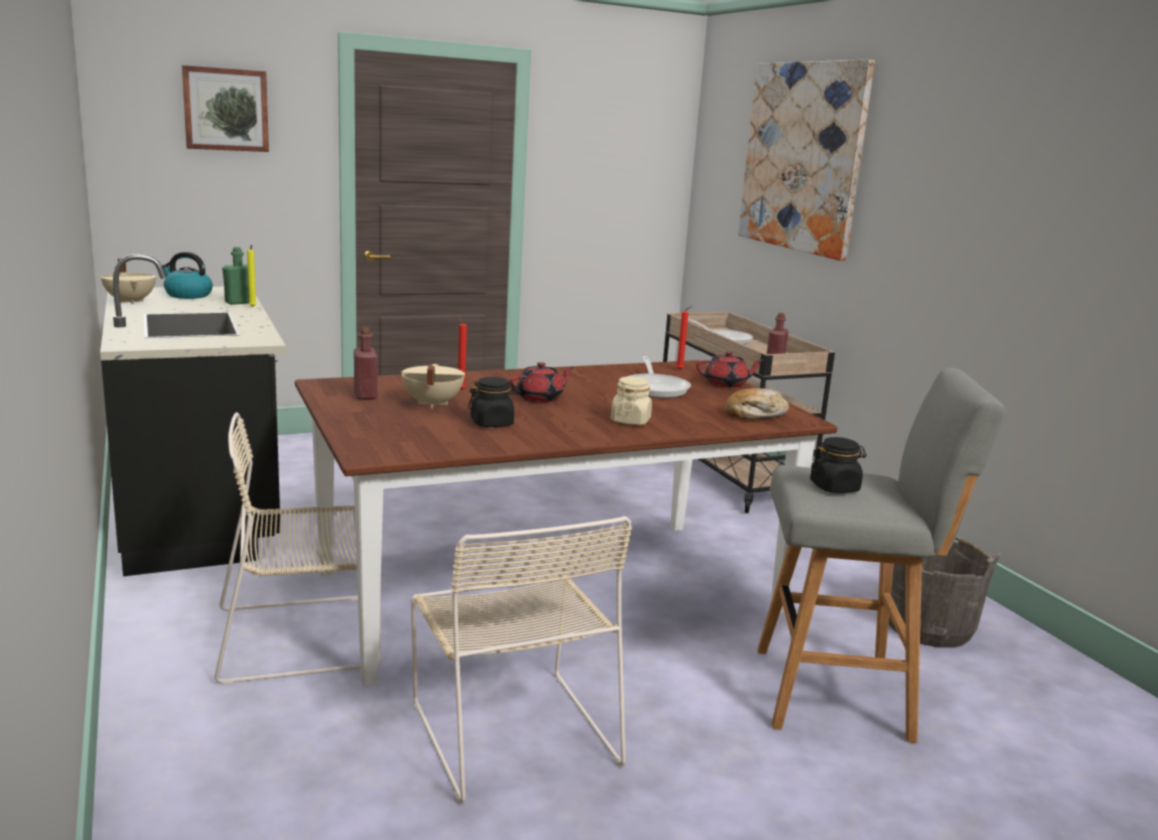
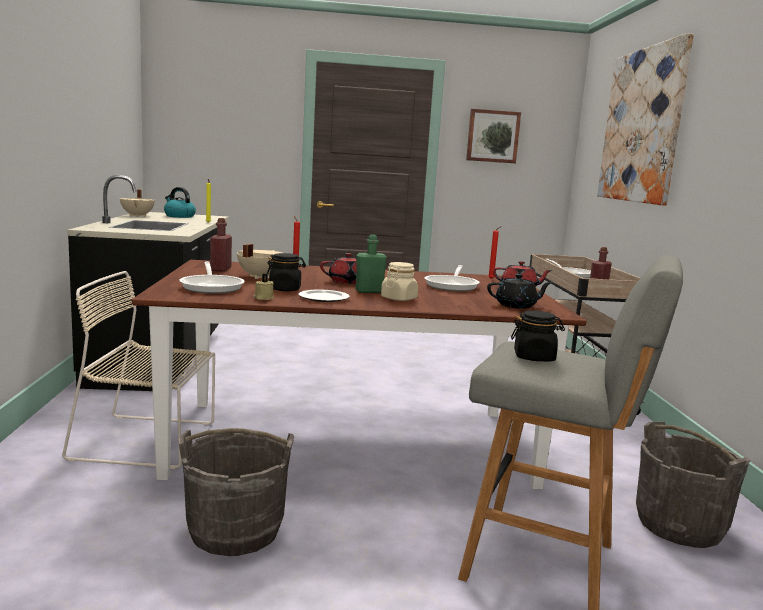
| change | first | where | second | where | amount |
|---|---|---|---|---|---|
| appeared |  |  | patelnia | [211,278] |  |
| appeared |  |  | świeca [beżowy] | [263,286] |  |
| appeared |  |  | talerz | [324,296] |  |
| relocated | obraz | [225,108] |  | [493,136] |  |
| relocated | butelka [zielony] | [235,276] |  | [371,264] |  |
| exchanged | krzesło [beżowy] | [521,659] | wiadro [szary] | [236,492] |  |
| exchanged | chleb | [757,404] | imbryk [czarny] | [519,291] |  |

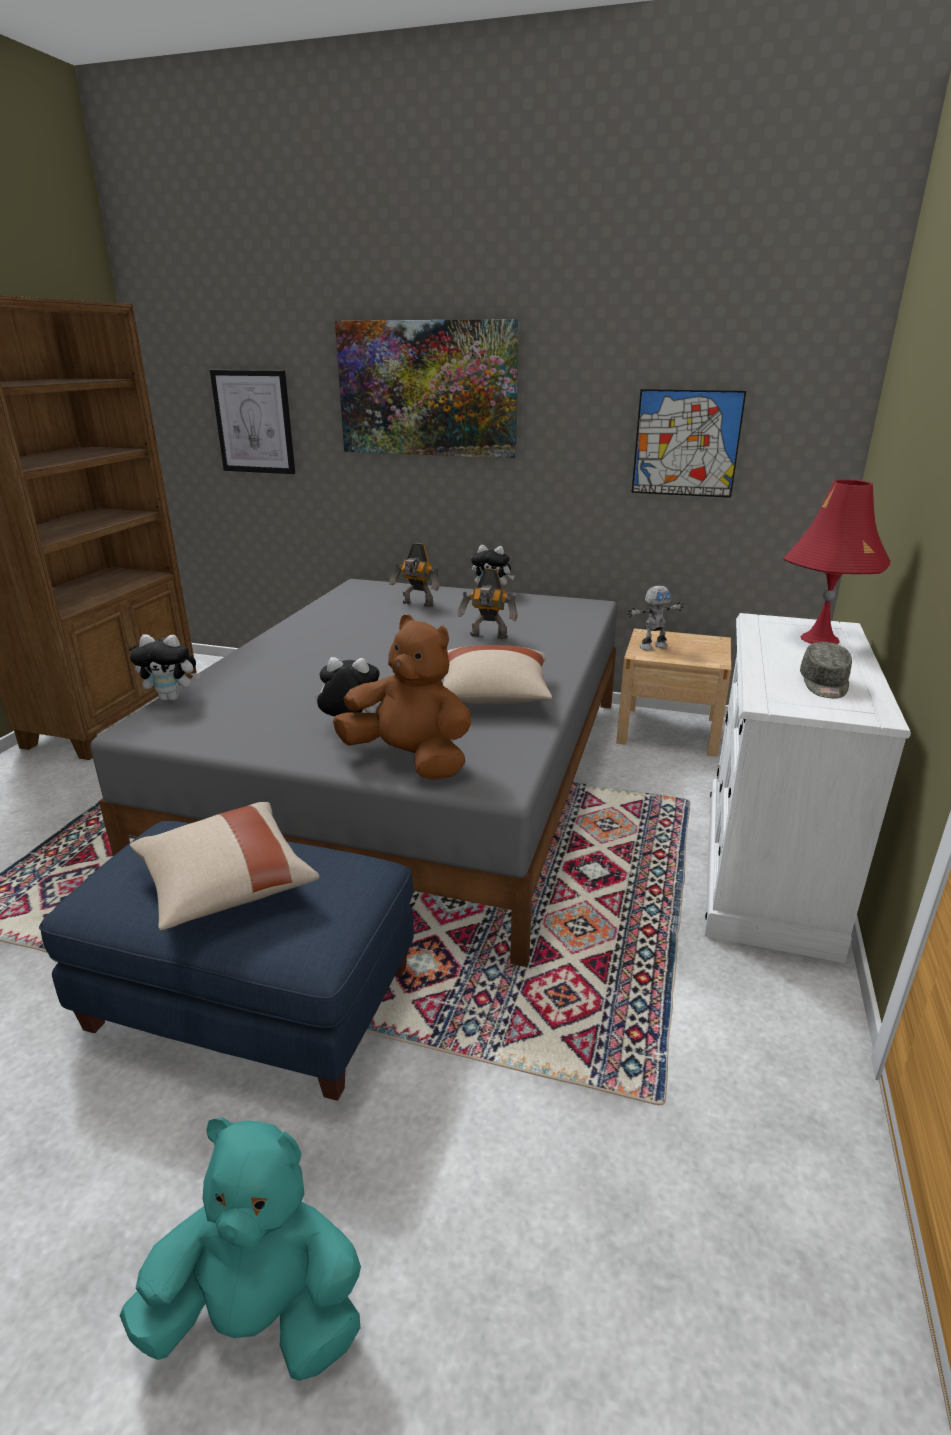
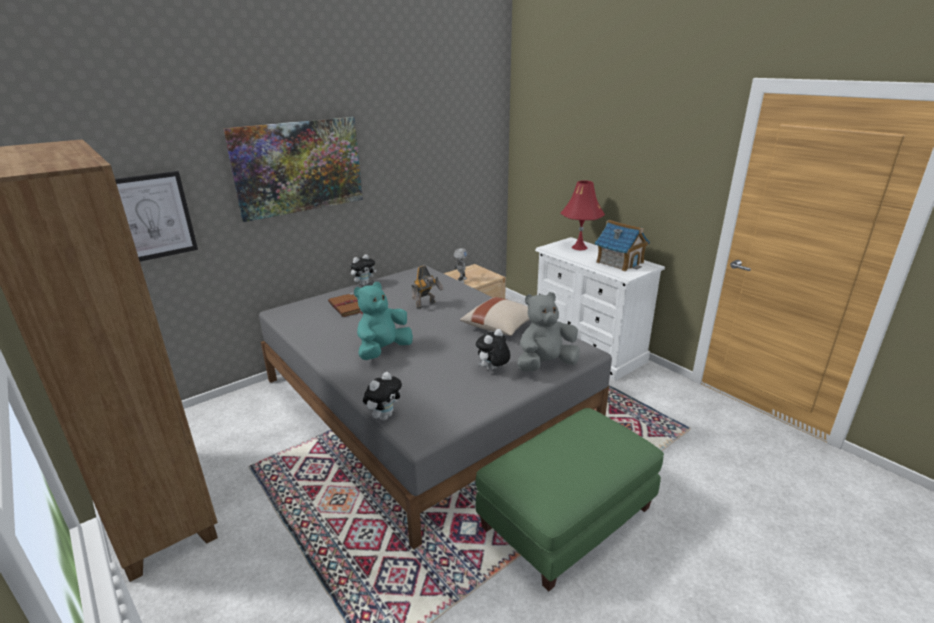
| change | first | where | second | where | amount |
|---|---|---|---|---|---|
| missing | poduszka [beżowy] | [225,866] |  |  |  |
| missing | obraz | [689,443] |  |  |  |
| relocated | pluszak [turkusowy] | [240,1249] |  | [383,321] |  |
| exchanged | robot zabawkowy | [414,575] | książka [brązowy] | [345,305] |  |
| exchanged | czapka z daszkiem [szary] | [826,670] | domek | [622,245] |  |
| colour | pufa [niebieski] | [226,961] | pufa [zielony] | [570,499] |  |
| colour | pluszak [brązowy] | [402,697] | pluszak [szary] | [548,331] |  |

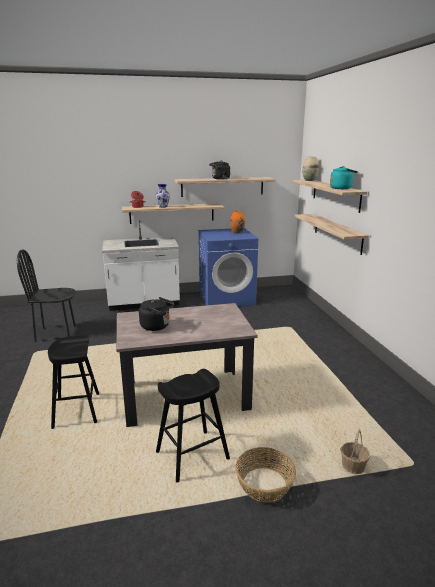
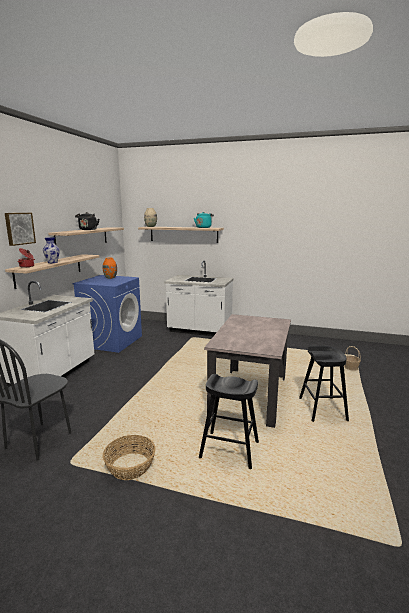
| change | first | where | second | where | amount |
|---|---|---|---|---|---|
| missing | czajnik [czarny] | [156,314] |  |  |  |
| missing | półka | [331,234] |  |  |  |
| appeared |  |  | obraz | [20,229] |  |
| appeared |  |  | zabudowa kuchenna [biały] | [199,298] |  |
| relocated | koszyk | [265,475] |  | [129,457] |  |

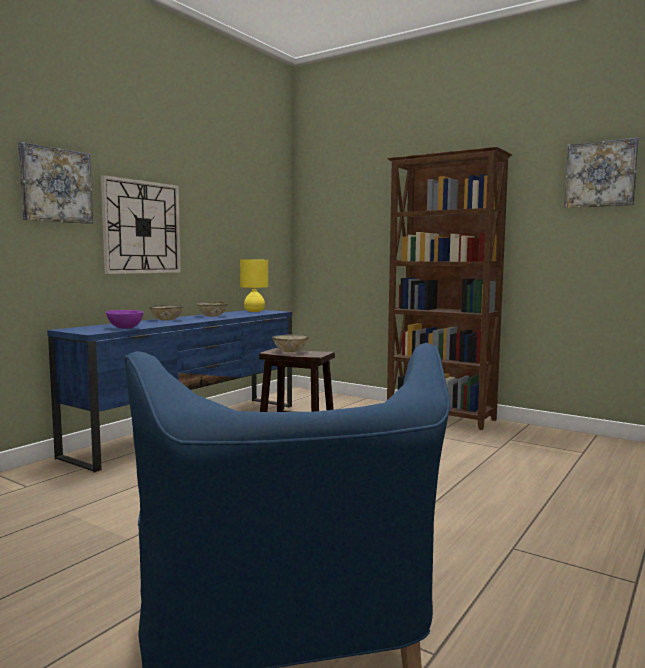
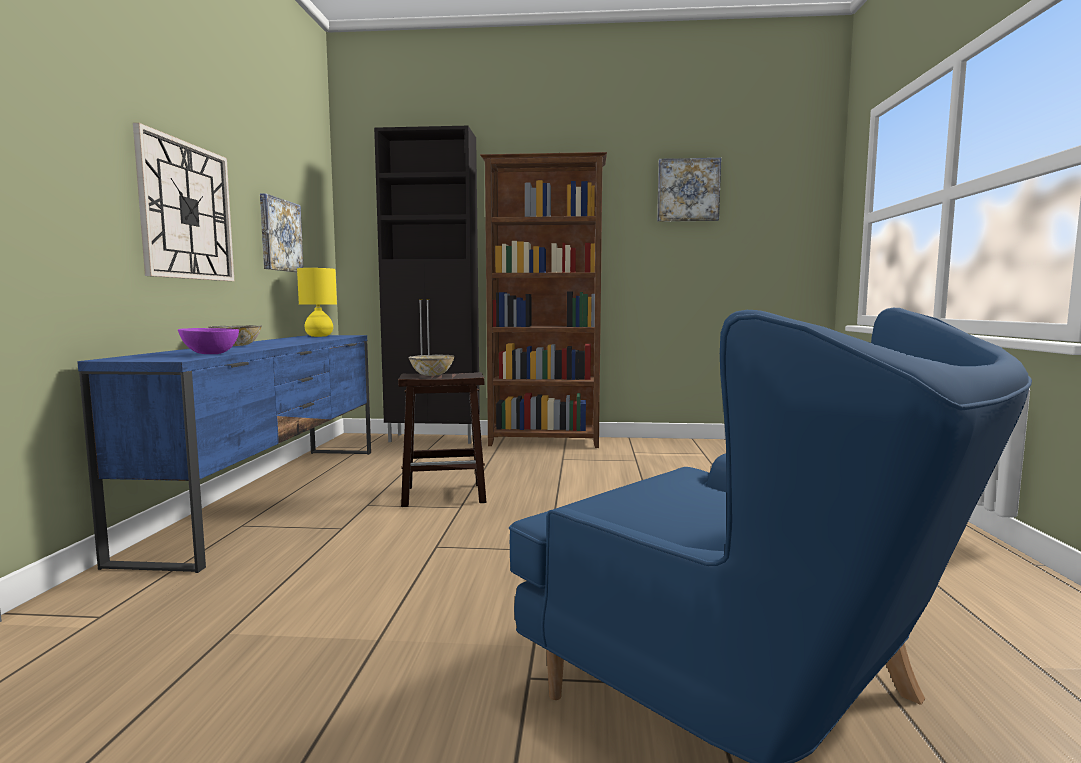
| change | first | where | second | where | amount |
|---|---|---|---|---|---|
| missing | miska | [212,309] |  |  |  |
| appeared |  |  | szafka [czarny] | [427,285] |  |
| relocated | obraz | [55,183] |  | [282,232] |  |

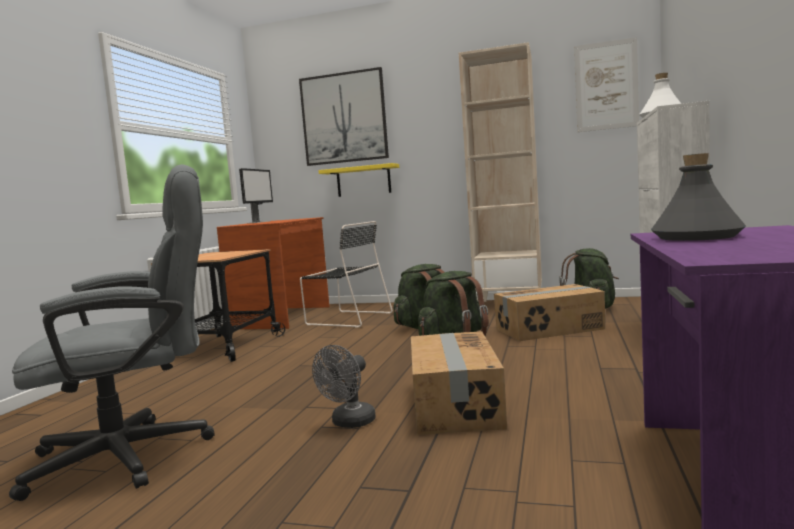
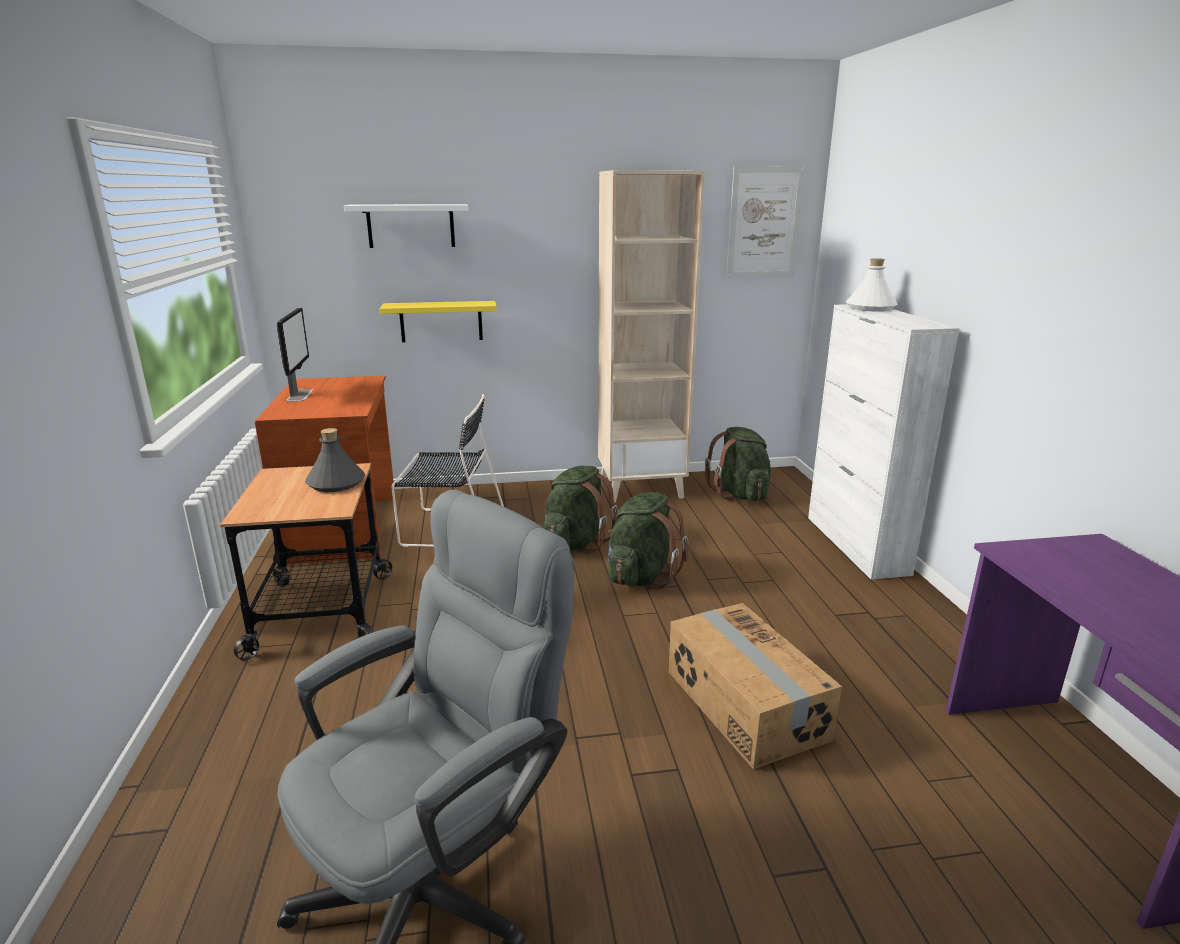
| change | first | where | second | where | amount |
|---|---|---|---|---|---|
| missing | wentylator [szary] | [344,386] |  |  |  |
| missing | karton | [549,312] |  |  |  |
| relocated | butelka [szary] | [698,197] |  | [335,460] |  |
| exchanged | obraz | [344,116] | półka [biały] | [406,226] |  |

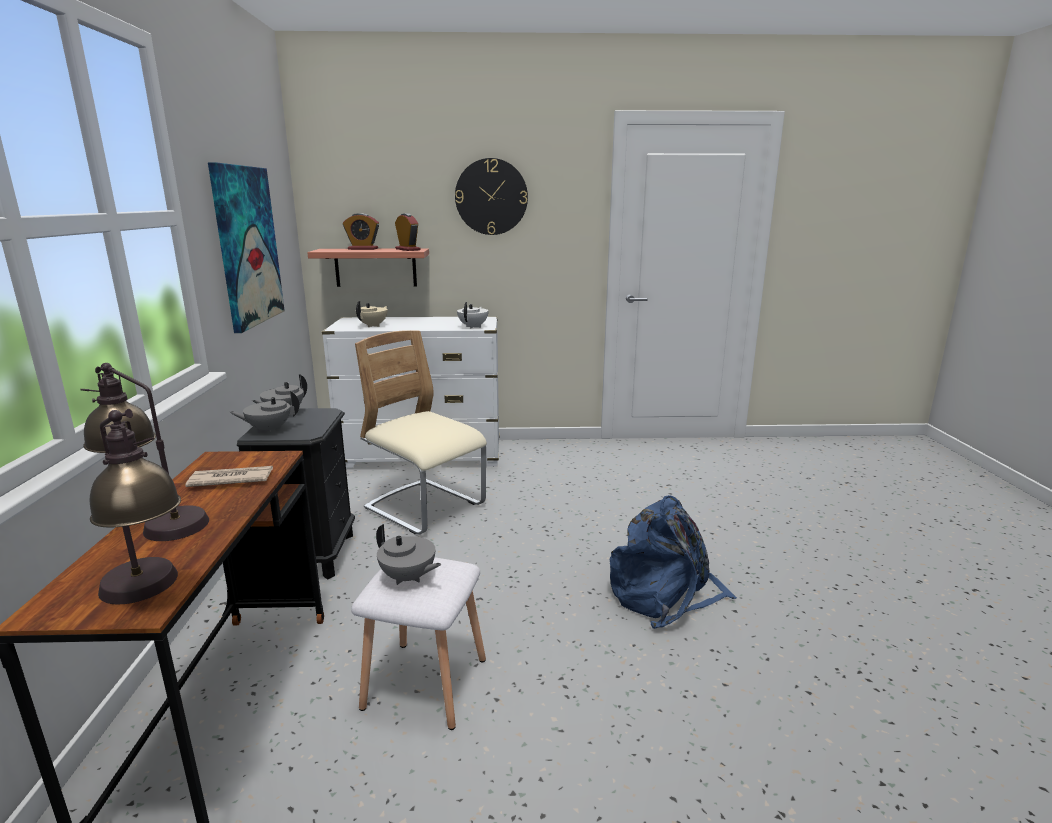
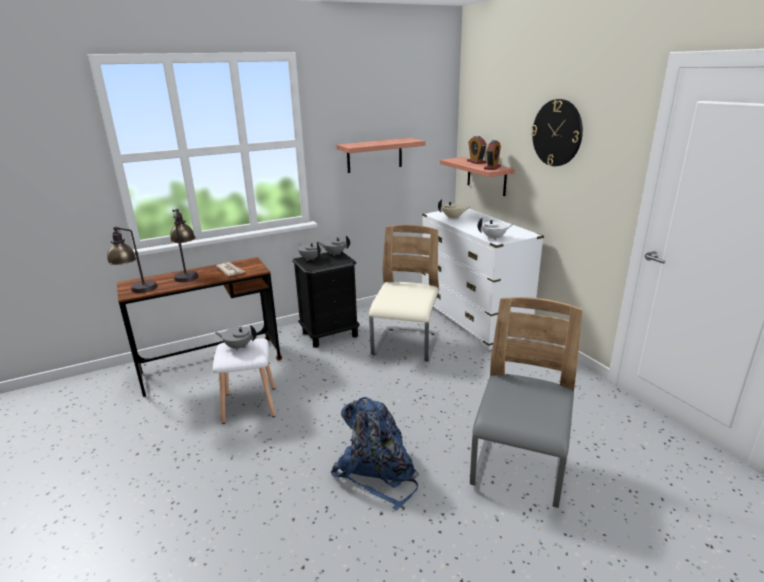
| change | first | where | second | where | amount |
|---|---|---|---|---|---|
| appeared |  |  | krzesło [szary] | [526,402] |  |
| exchanged | obraz | [246,247] | półka | [381,155] |  |
| spun | imbryk [szary] | [408,554] |  | [236,338] | 90 degrees clockwise |

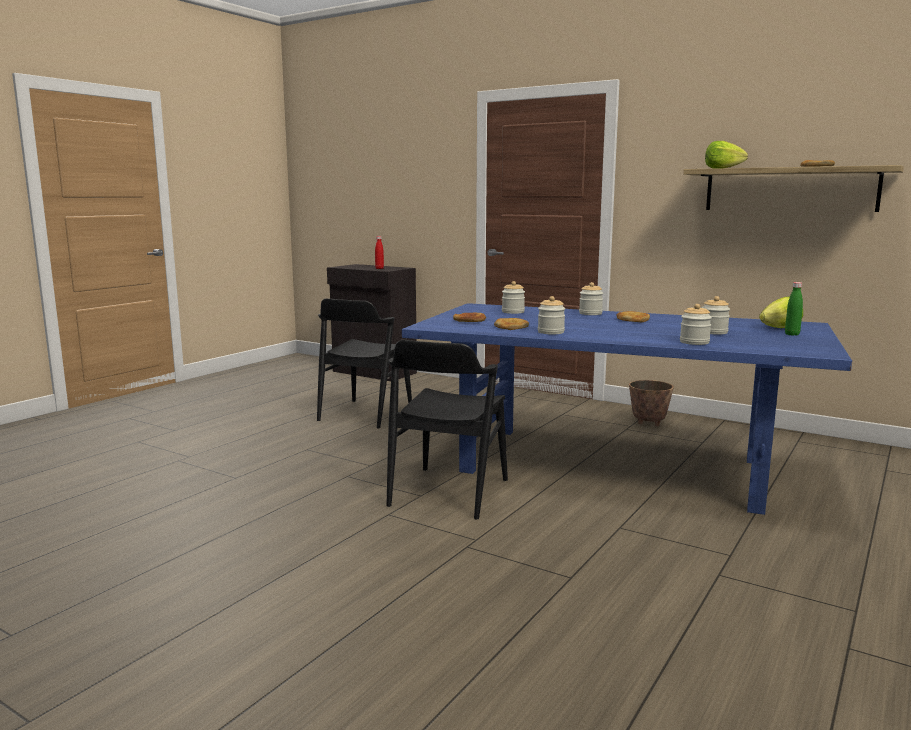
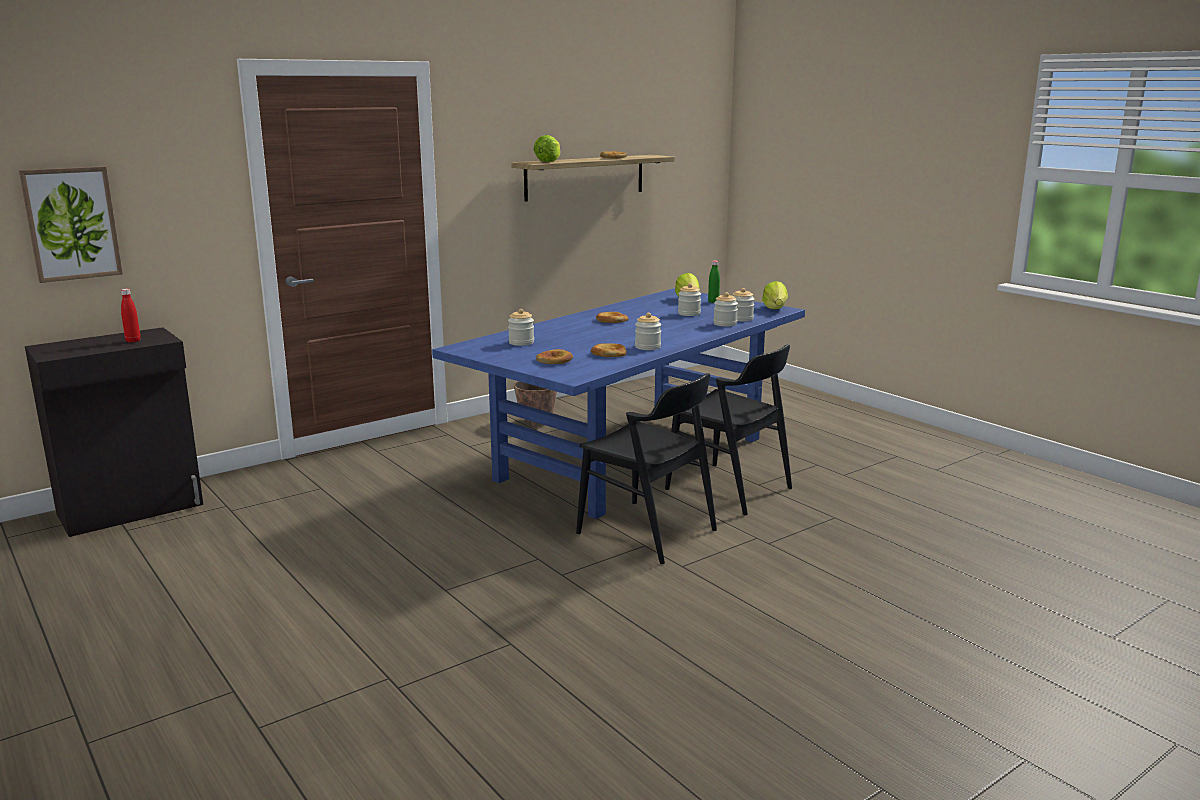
| change | first | where | second | where | amount |
|---|---|---|---|---|---|
| appeared |  |  | obraz | [71,224] |  |
| appeared |  |  | sałata | [775,295] |  |
| relocated | krzesło [czarny] | [364,363] |  | [728,430] |  |
| relocated | słoik | [591,298] |  | [743,304] |  |

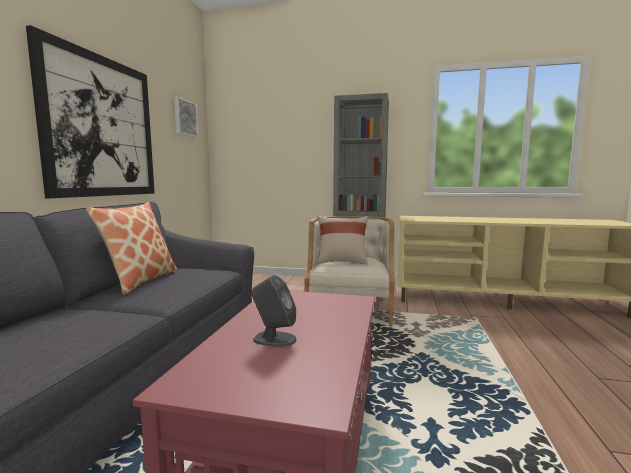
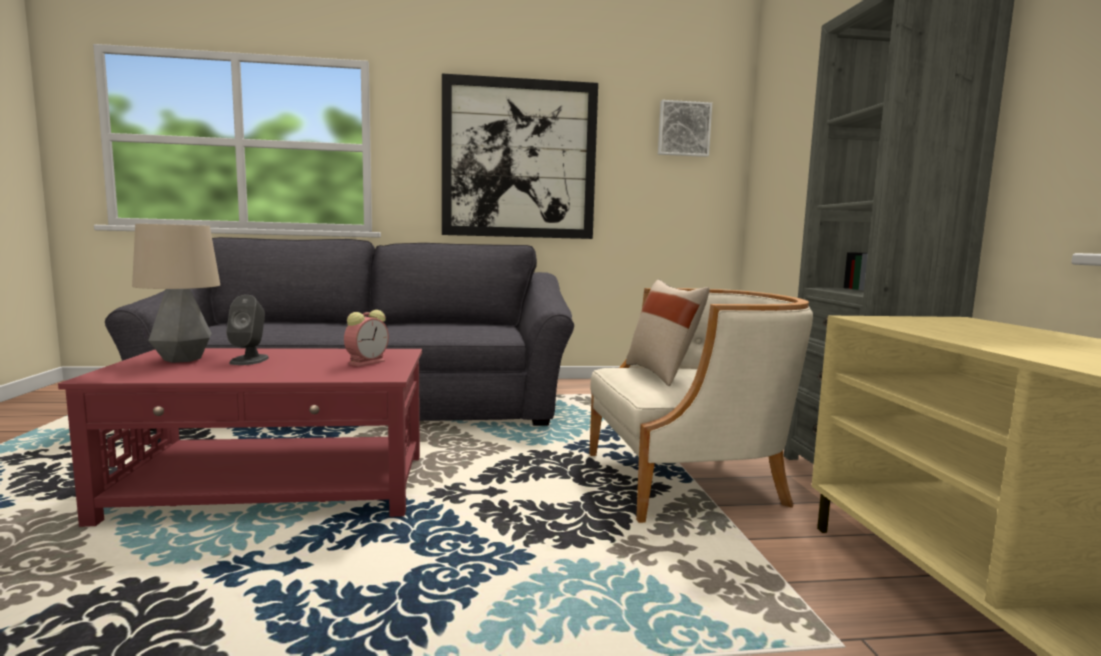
| change | first | where | second | where | amount |
|---|---|---|---|---|---|
| missing | poduszka | [131,248] |  |  |  |
| appeared |  |  | lampa stołowa | [176,293] |  |
| appeared |  |  | budzik | [366,338] |  |

